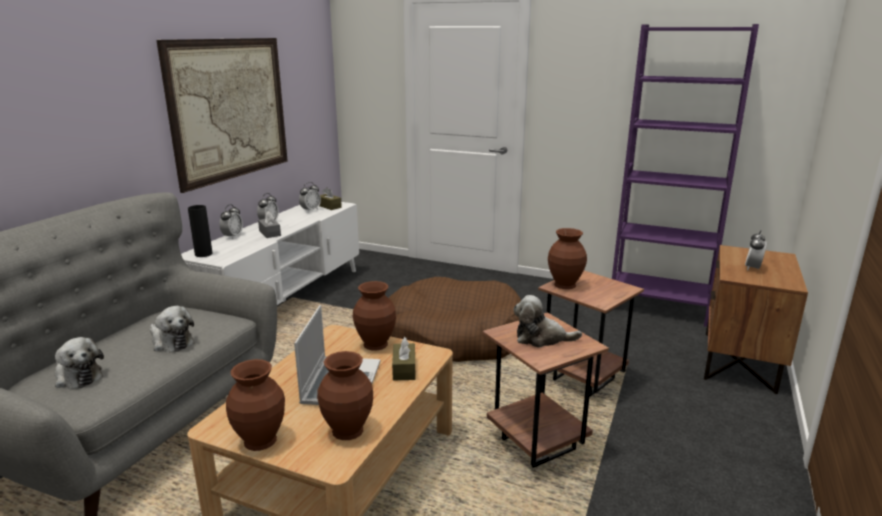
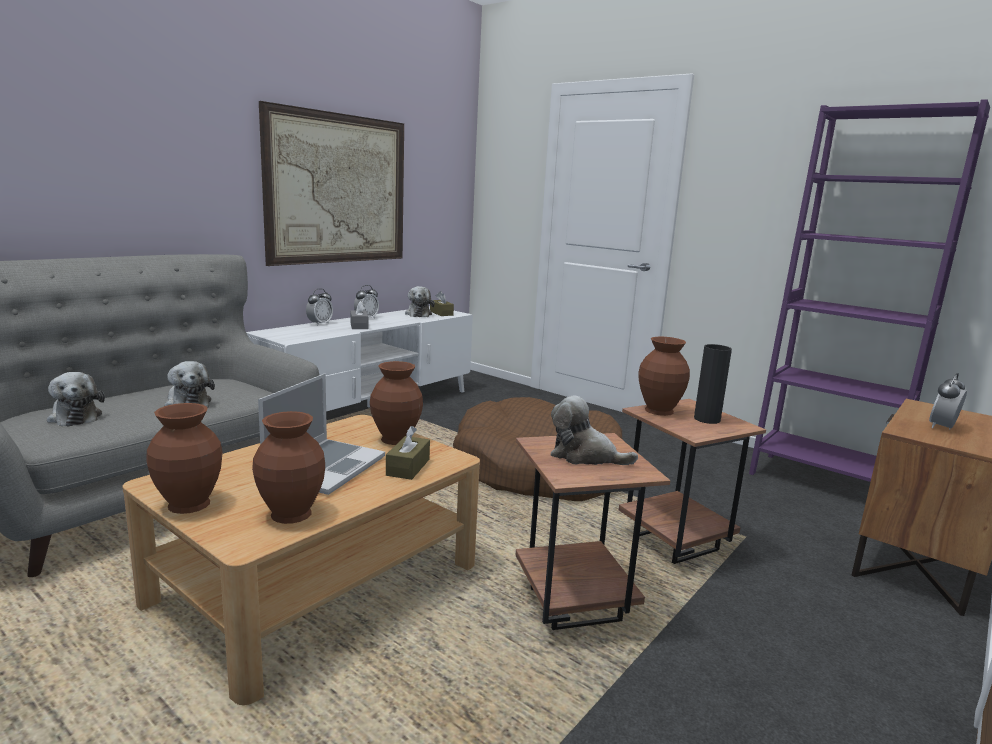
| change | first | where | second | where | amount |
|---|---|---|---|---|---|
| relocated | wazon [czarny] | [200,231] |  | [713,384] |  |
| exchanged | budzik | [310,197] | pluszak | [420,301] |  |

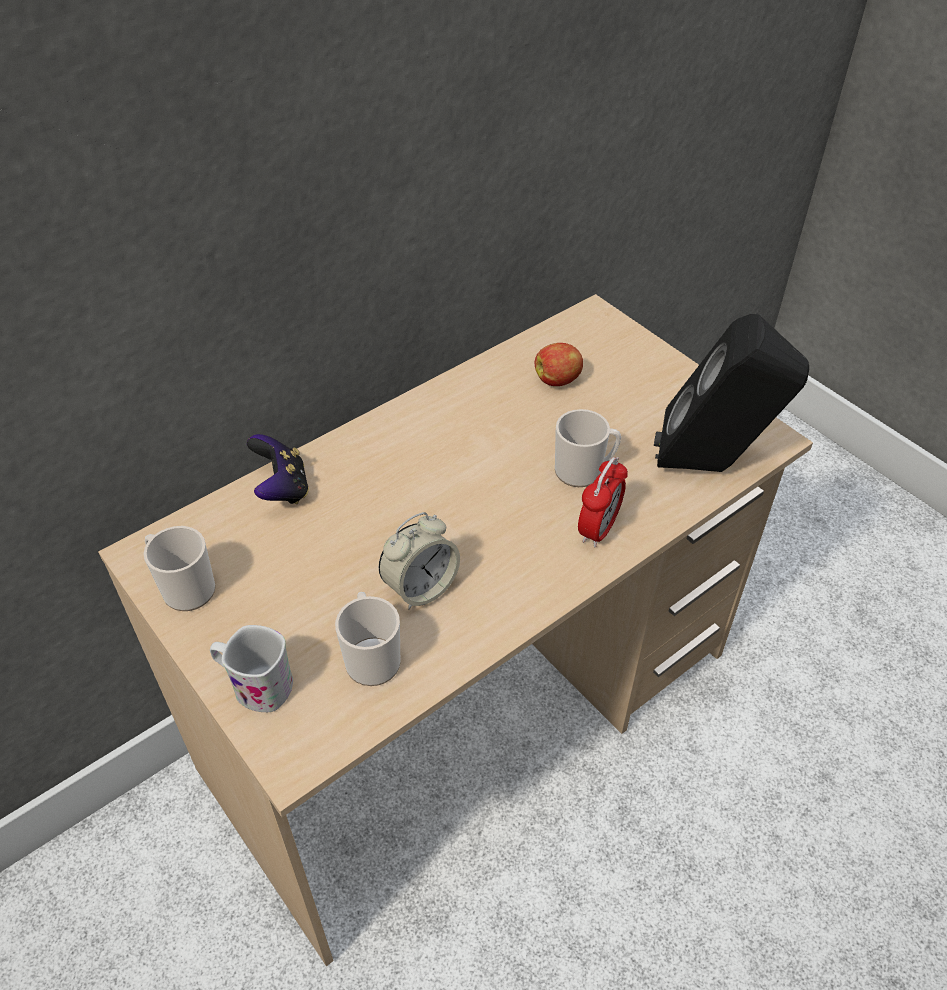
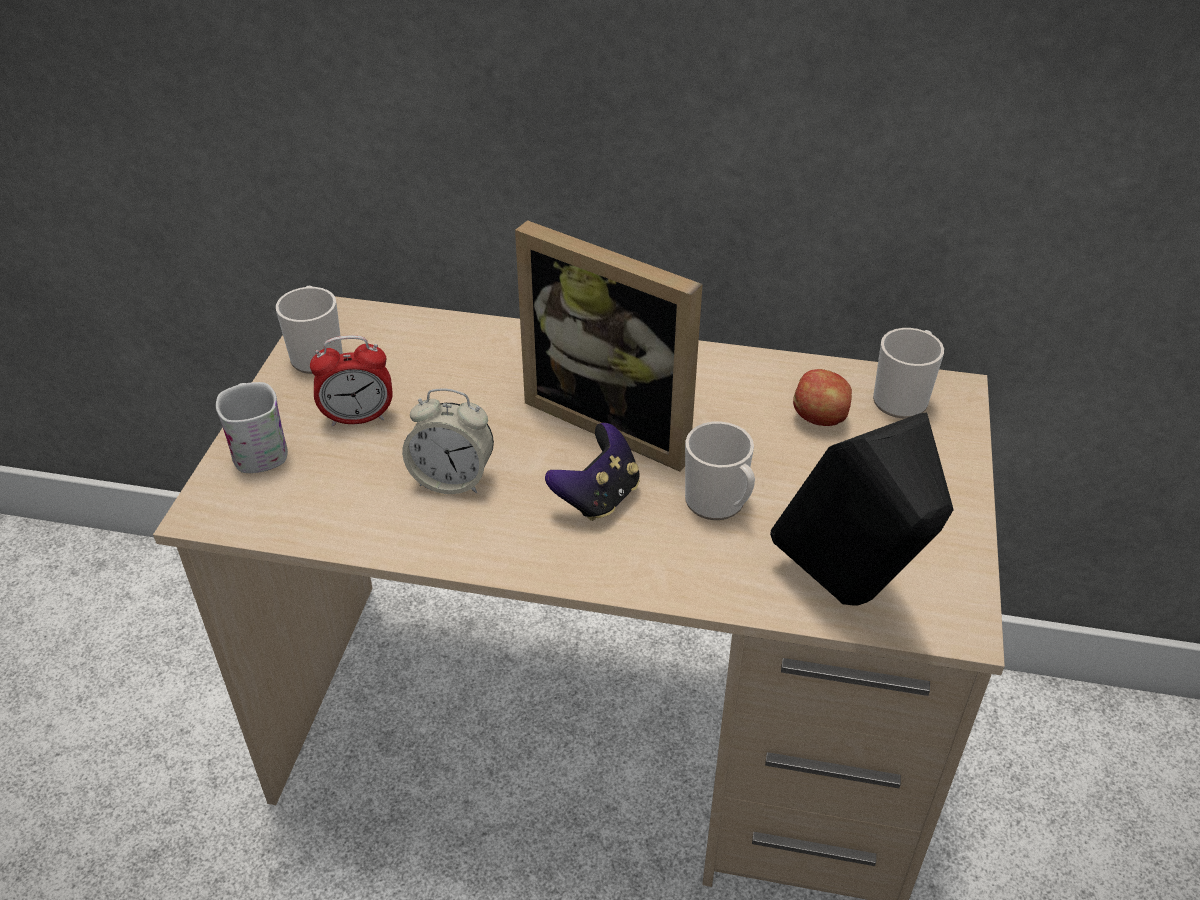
| change | first | where | second | where | amount |
|---|---|---|---|---|---|
| appeared |  |  | ramka na zdjęcie | [609,346] |  |
| relocated | pad do gier | [278,469] |  | [592,472] |  |
| relocated | kubek | [368,639] |  | [908,373] |  |
| relocated | budzik | [603,502] |  | [351,380] |  |

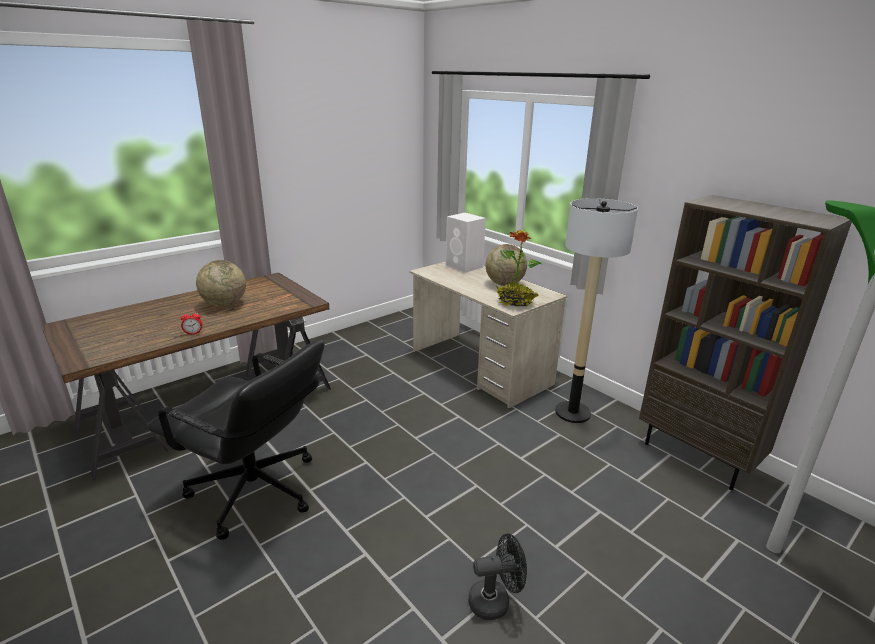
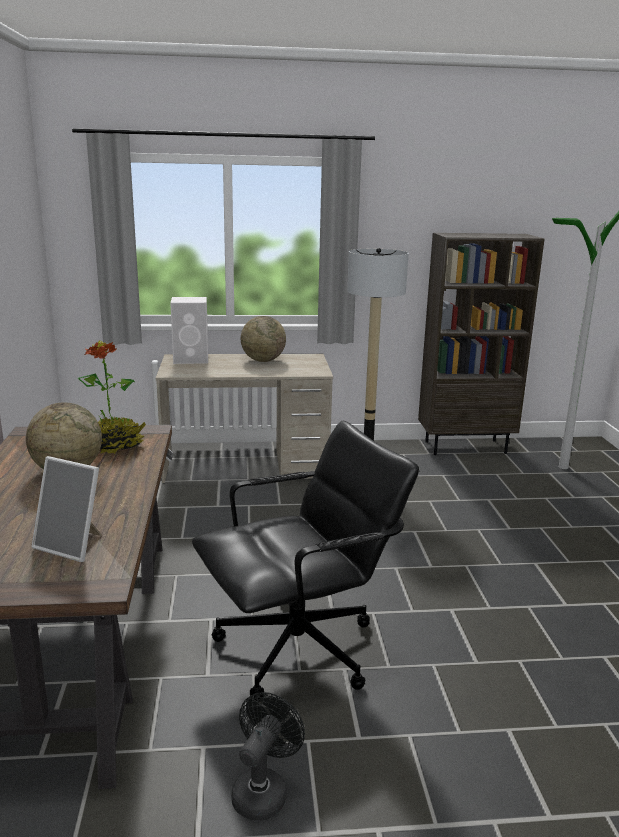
| change | first | where | second | where | amount |
|---|---|---|---|---|---|
| missing | budzik | [192,322] |  |  |  |
| appeared |  |  | ramka na zdjęcie | [67,509] |  |
| relocated | wentylator [czarny] | [498,576] |  | [268,756] |  |
| relocated | roślina doniczkowa | [519,267] |  | [112,397] |  |

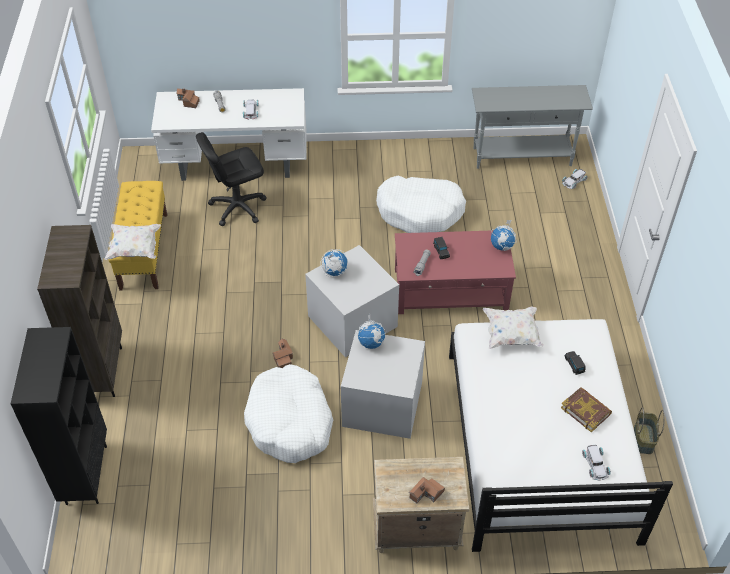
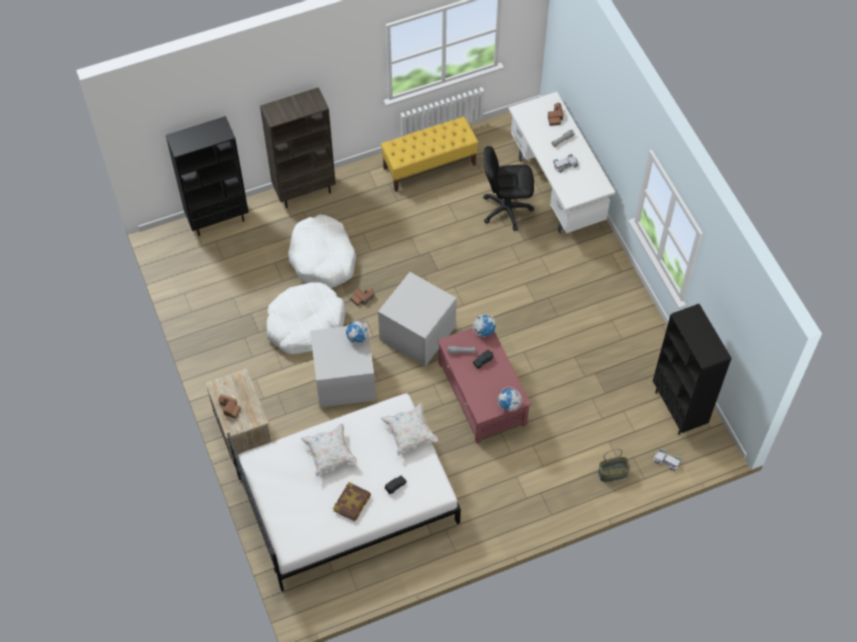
| change | first | where | second | where | amount |
|---|---|---|---|---|---|
| missing | samochodzik [biały] | [596,463] |  |  |  |
| relocated | poduszka [biały] | [132,242] |  | [329,450] |  |
| relocated | globus | [334,263] |  | [484,325] |  |
| relocated | legowisko [biały] | [421,204] |  | [322,251] |  |
| relocated | koszyk | [649,430] |  | [614,465] |  |
| exchanged | stolik konsolowy [szary] | [532,127] | regał [czarny] | [692,369] |  |
| spun | krzesło biurowe [czarny] | [231,179] |  | [508,188] | 45 degrees counterclockwise |

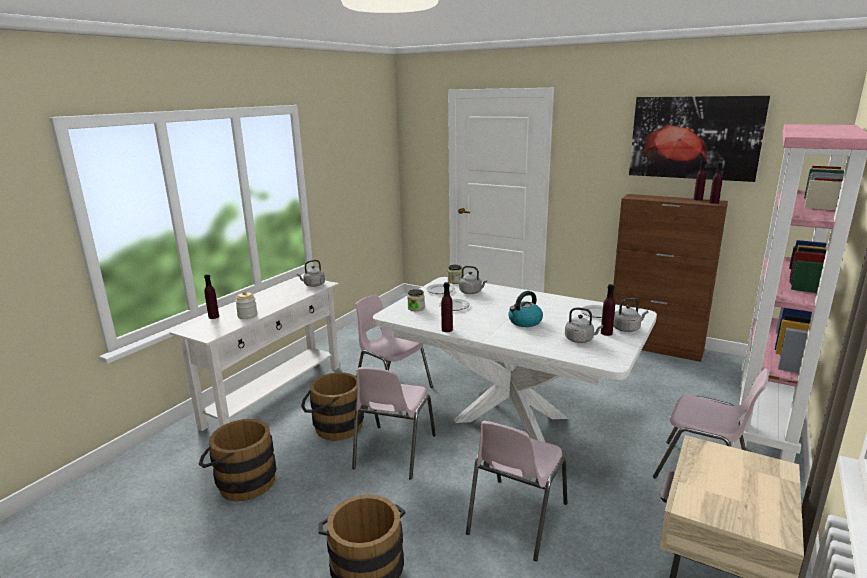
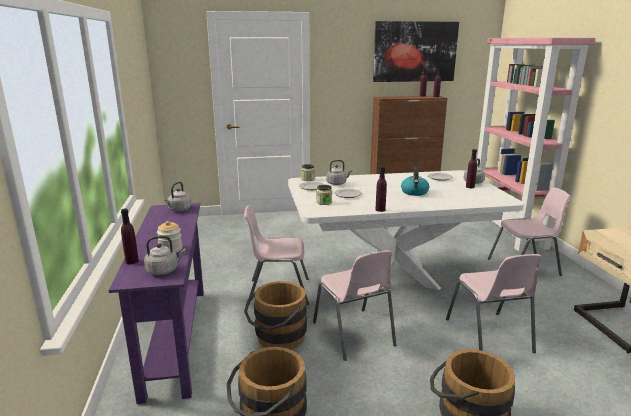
| change | first | where | second | where | amount |
|---|---|---|---|---|---|
| relocated | czajnik [szary] | [584,325] |  | [165,255] |  |
| colour | stolik konsolowy [biały] | [254,354] | stolik konsolowy [fioletowy] | [156,303] |  |

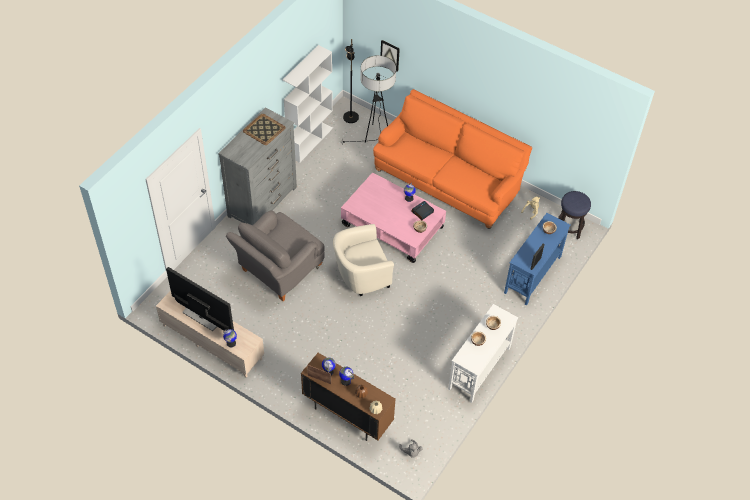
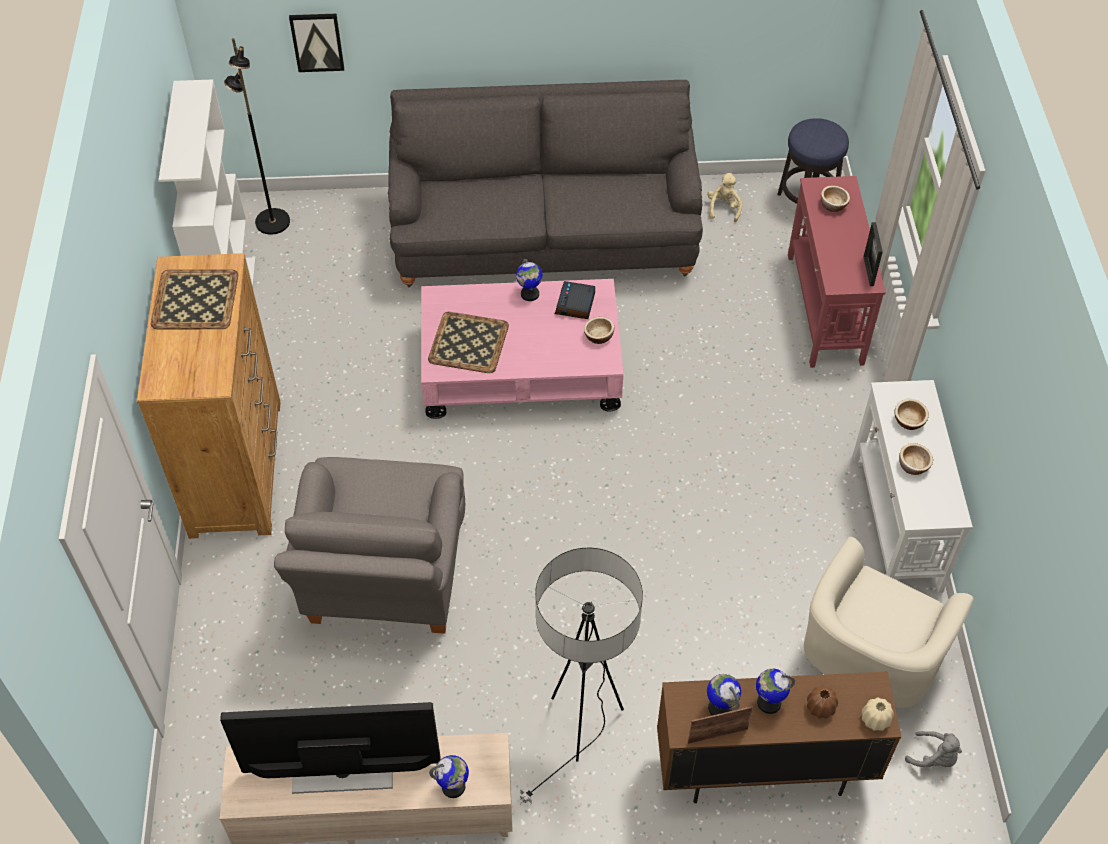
| change | first | where | second | where | amount |
|---|---|---|---|---|---|
| appeared |  |  | taca | [468,342] |  |
| relocated | fotel [beżowy] | [363,260] |  | [889,622] |  |
| relocated | lampa stojąca | [368,100] |  | [580,676] |  |
| colour | komoda [szary] | [257,167] | komoda [brązowy] | [209,396] |  |
| colour | kanapa [pomarańczowy] | [452,159] | kanapa [szary] | [545,183] |  |
| colour | stolik konsolowy [niebieski] | [537,259] | stolik konsolowy [czerwony] | [837,272] |  |

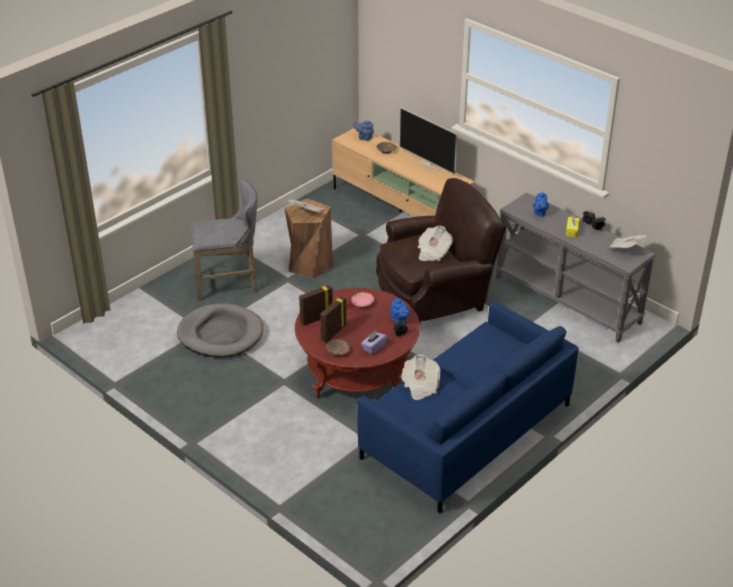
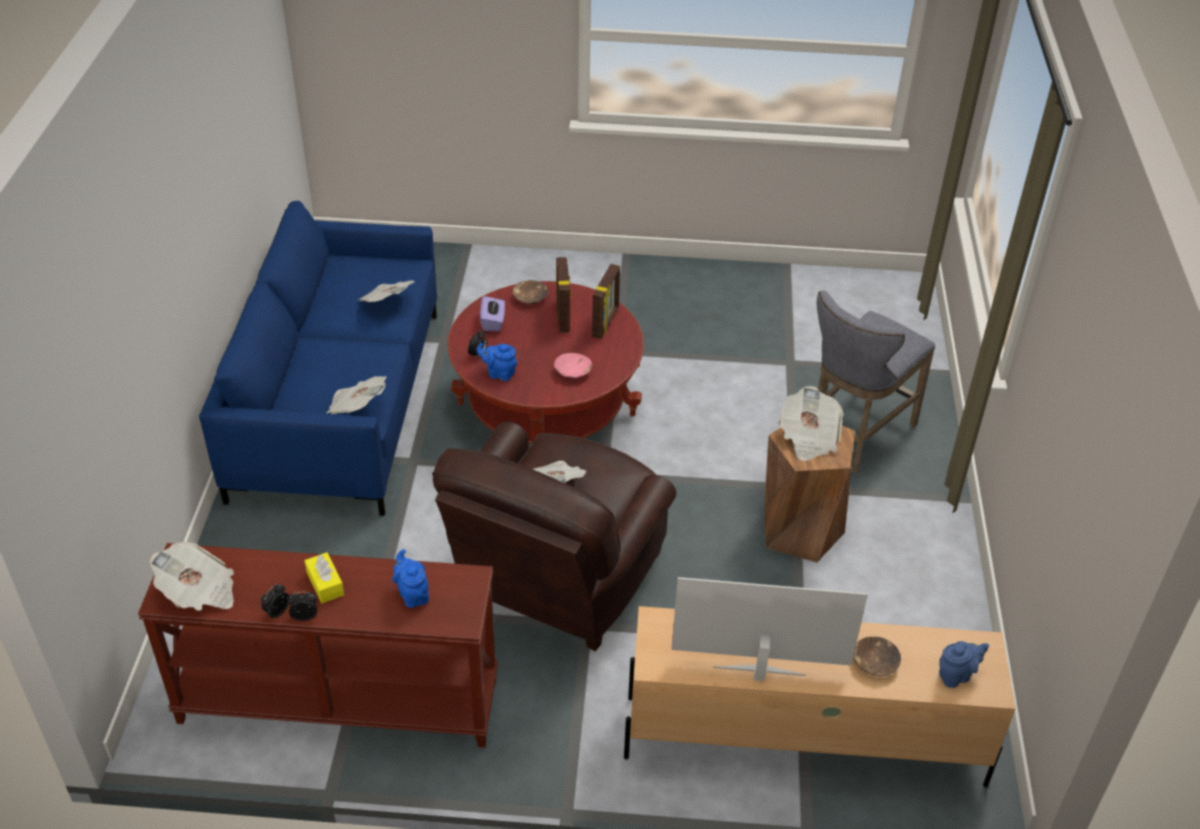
| change | first | where | second | where | amount |
|---|---|---|---|---|---|
| missing | legowisko [szary] | [220,330] |  |  |  |
| appeared |  |  | gazeta | [356,395] |  |
| colour | stolik konsolowy [szary] | [576,267] | stolik konsolowy [brązowy] | [318,645] |  |

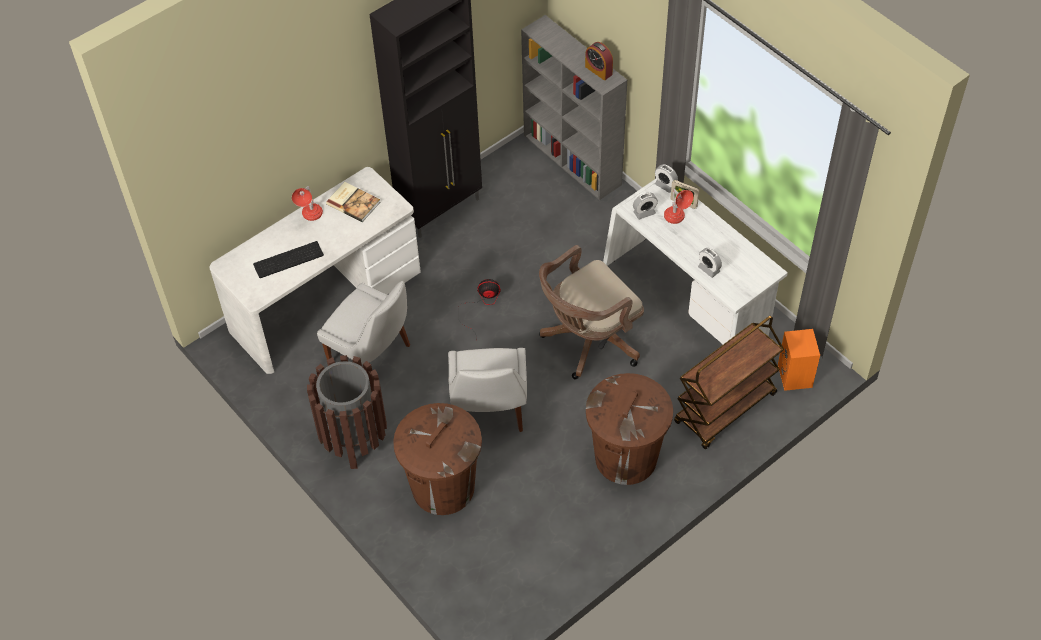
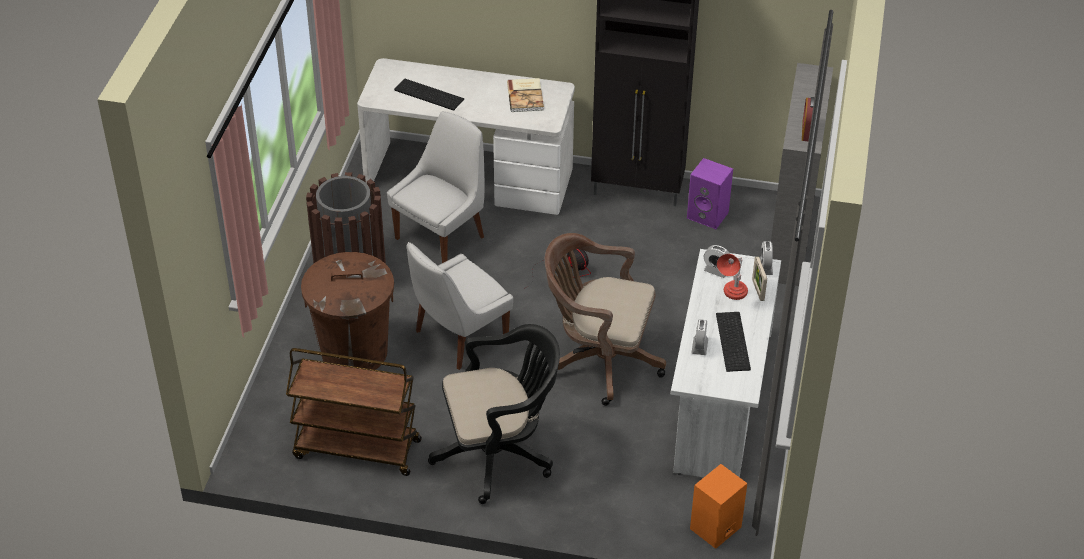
| change | first | where | second | where | amount |
|---|---|---|---|---|---|
| missing | lampa stołowa [czerwony] | [307,203] |  |  |  |
| appeared |  |  | głośnik [fioletowy] | [710,193] |  |
| appeared |  |  | klawiatura | [733,342] |  |
| relocated | wózek [brązowy] | [729,382] |  | [354,412] |  |
| exchanged | kosz na śmieci [brązowy] | [629,429] | krzesło biurowe [czarny] | [494,414] |  |
| spun | krzesło [biały] | [363,323] |  | [436,187] | 135 degrees counterclockwise |

